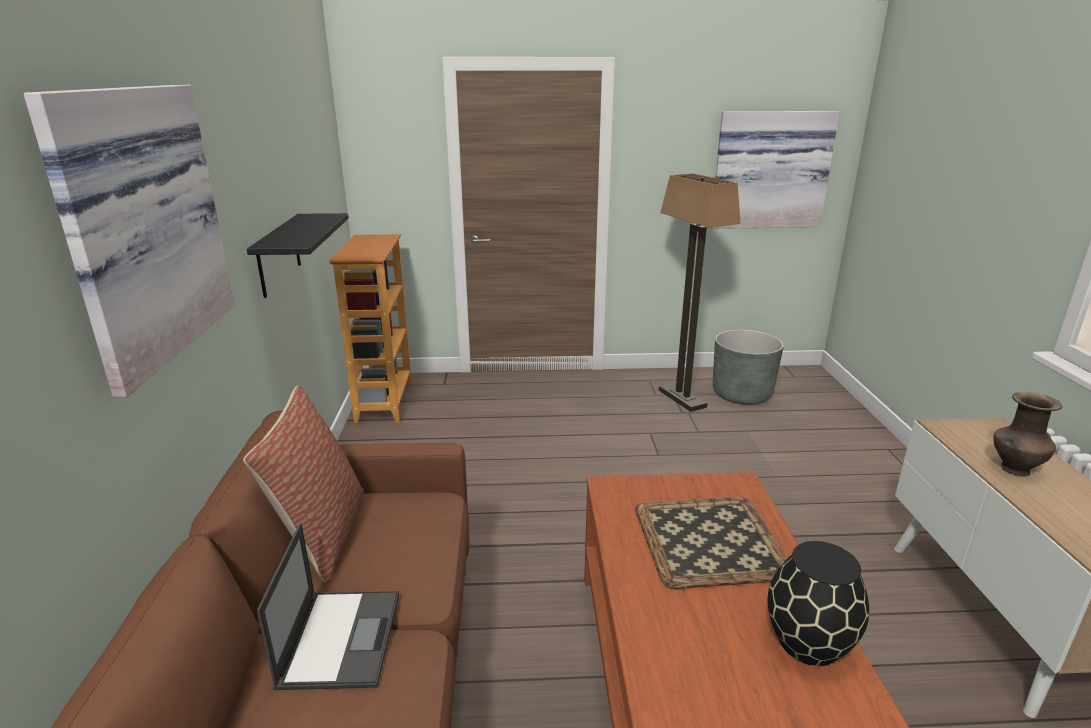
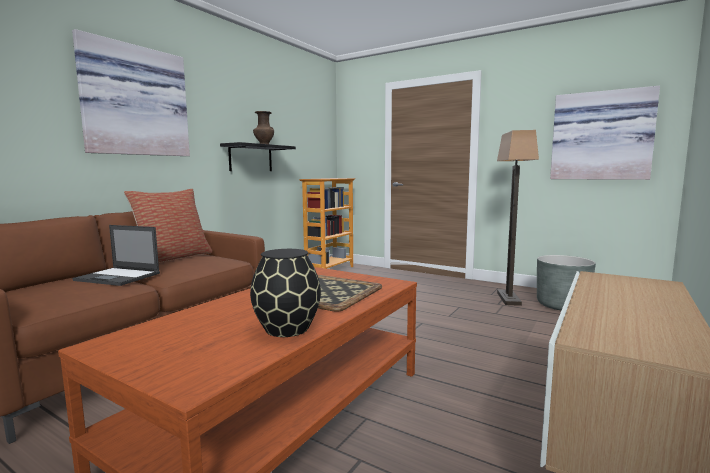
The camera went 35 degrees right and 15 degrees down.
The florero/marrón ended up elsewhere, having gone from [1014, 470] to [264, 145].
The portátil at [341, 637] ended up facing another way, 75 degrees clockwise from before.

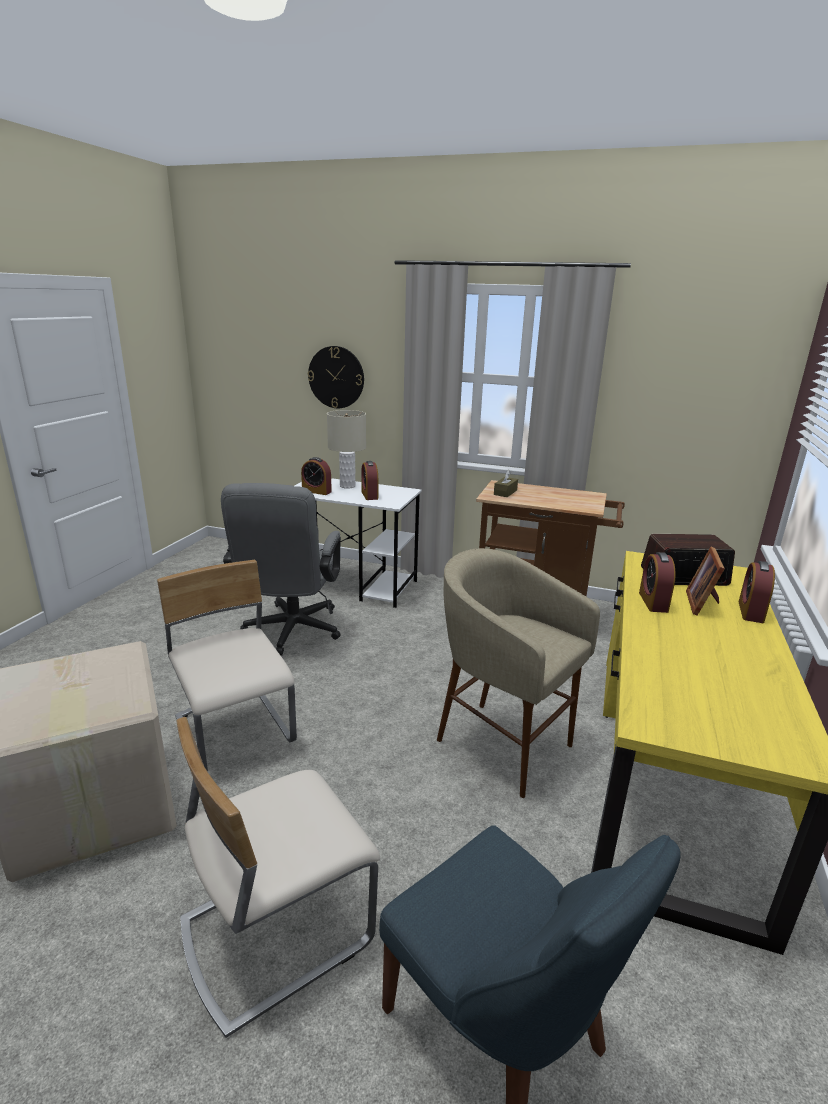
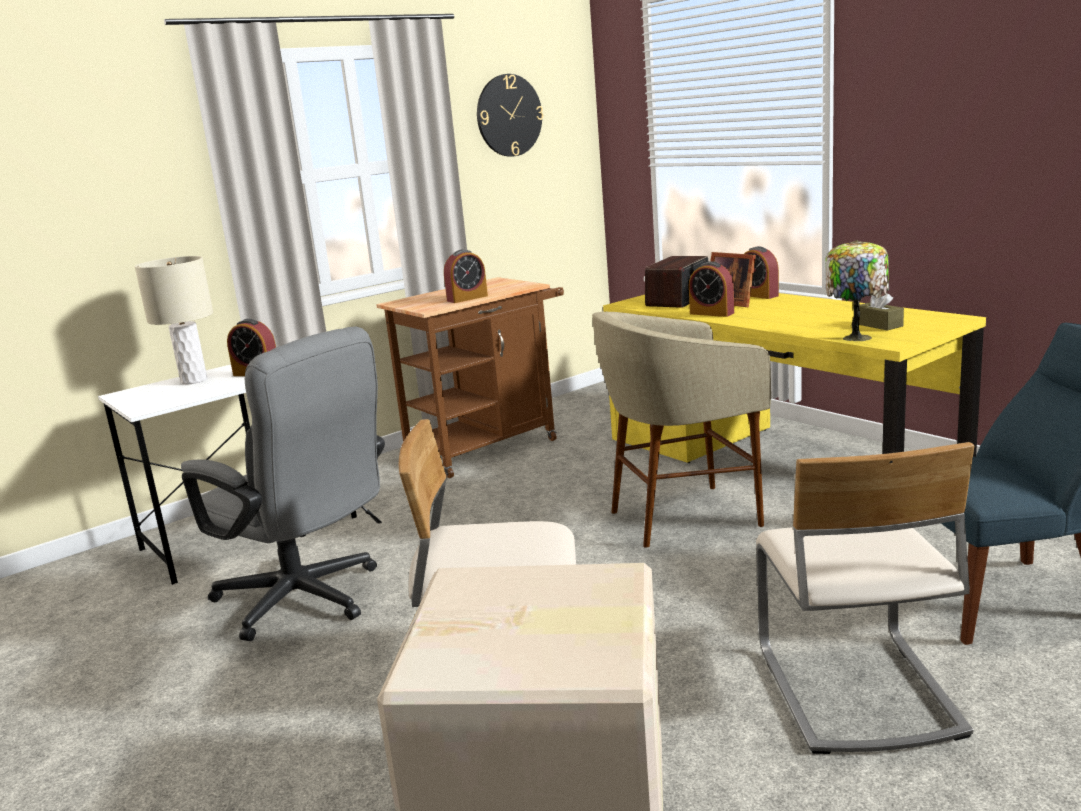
The camera went 55 degrees left and 5 degrees down.
The reloj de pared ended up elsewhere, having gone from [336, 377] to [509, 115].
The despertador ended up elsewhere, having gone from [316, 491] to [467, 298].
The caja de pañuelos/marrón ended up elsewhere, having gone from [505, 492] to [878, 325].
The second view gained the lámpara de mesa at [856, 337].

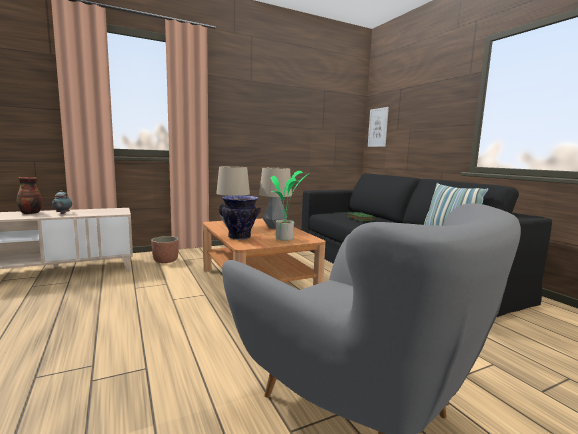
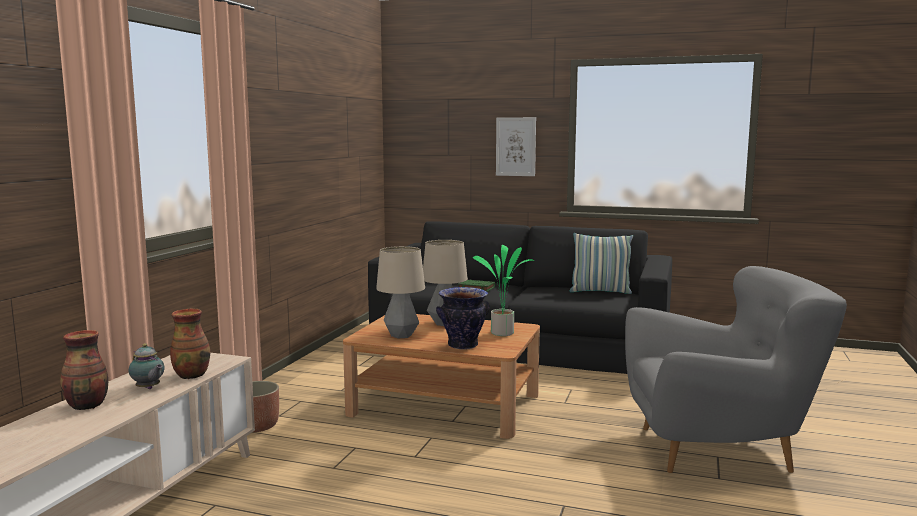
The camera went 45 degrees left and 0 degrees up.
The cuadro ended up elsewhere, having gone from [378, 127] to [515, 146].
The second view gained the florero at [191, 375].

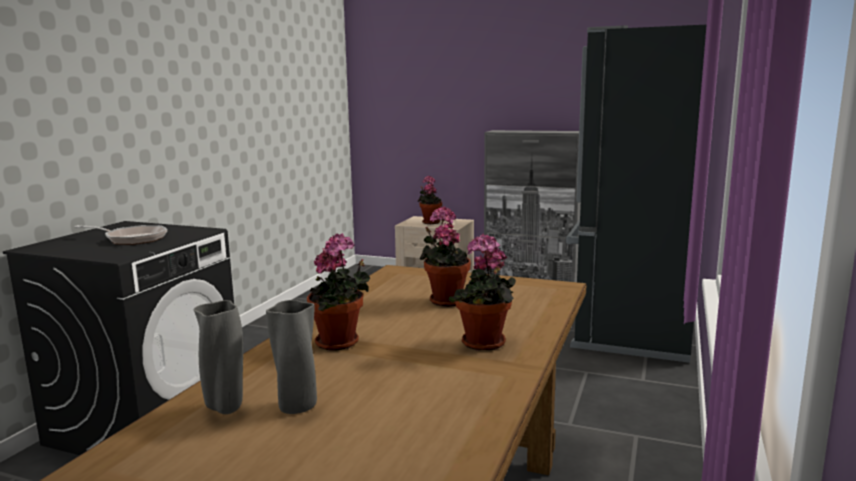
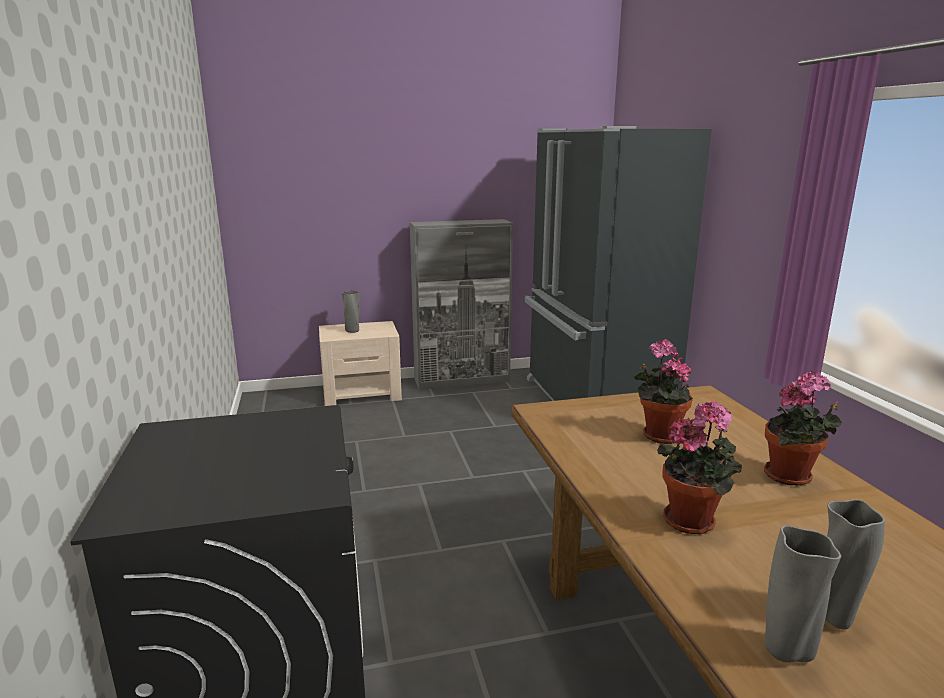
The camera went 35 degrees left and 5 degrees up.
Where the planta en maceta stood at [430, 222], the florero/gris came to stand at [353, 331].
The second view lost the sartén at [131, 239].

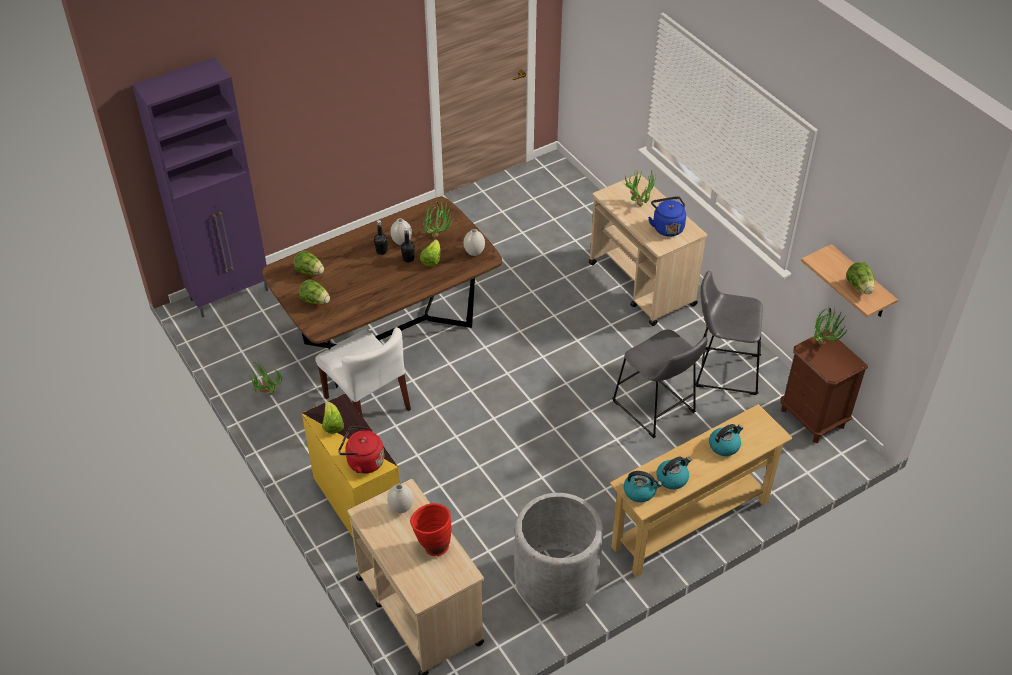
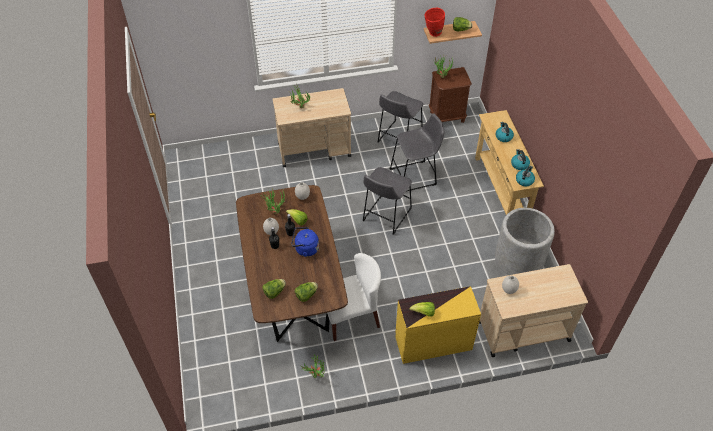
The camera went 70 degrees left and 5 degrees up.
The second view lost the armario/morado at [230, 295].
The hervidor/azul ended up elsewhere, having gone from [667, 227] to [305, 249].
The second view lost the hervidor/rojo at [363, 462].
The florero/rojo ended up elsewhere, having gone from [432, 545] to [433, 34].
The second view gained the taburete/gris at [385, 216].

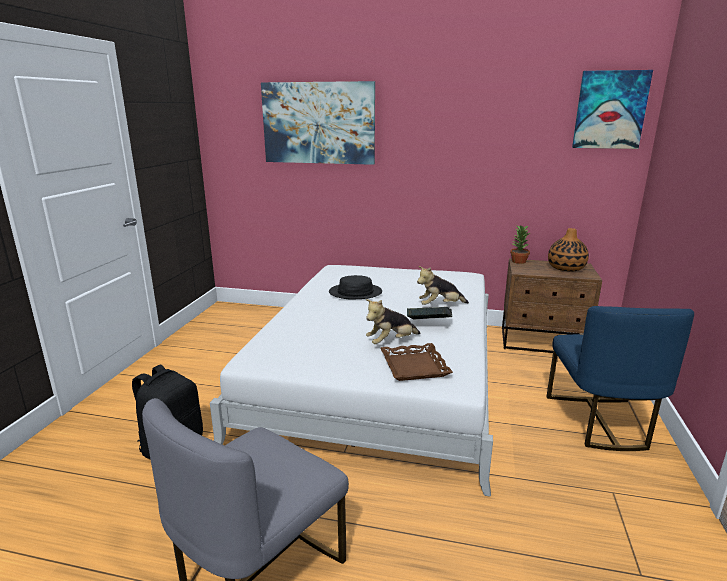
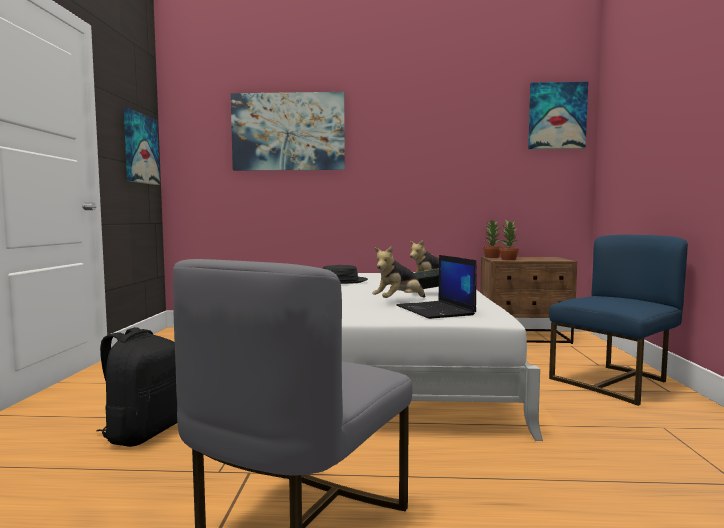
The camera went 10 degrees left and 15 degrees down.
The second view lost the florero at [566, 268].
The silla/azul at [600, 422] ended up facing another way, 120 degrees counterclockwise from before.
Where the bandeja/marrón stood at [415, 366], the portátil came to stand at [436, 310].
The second view gained the cuadro at [140, 149].
The second view gained the planta en maceta at [508, 259].

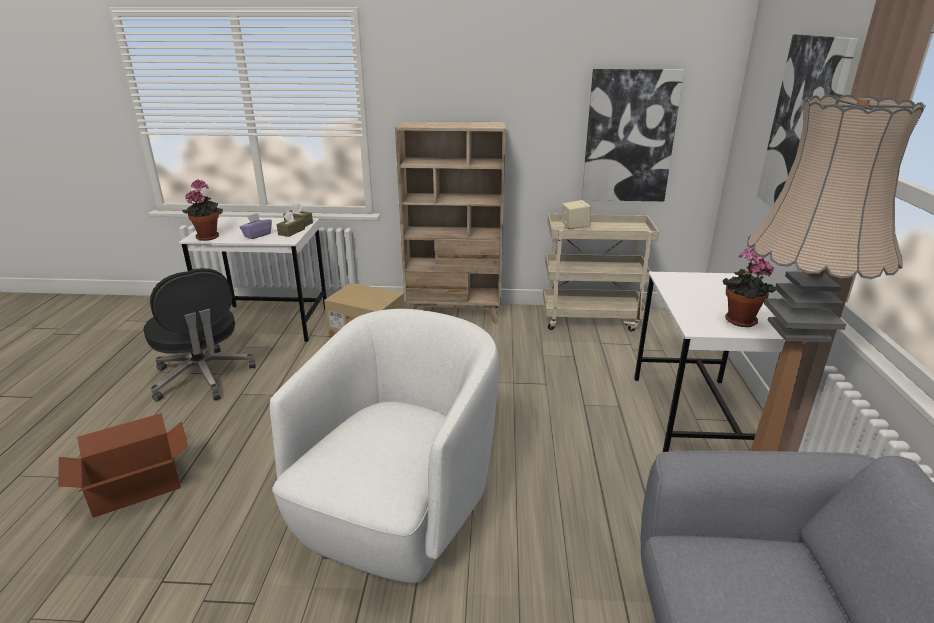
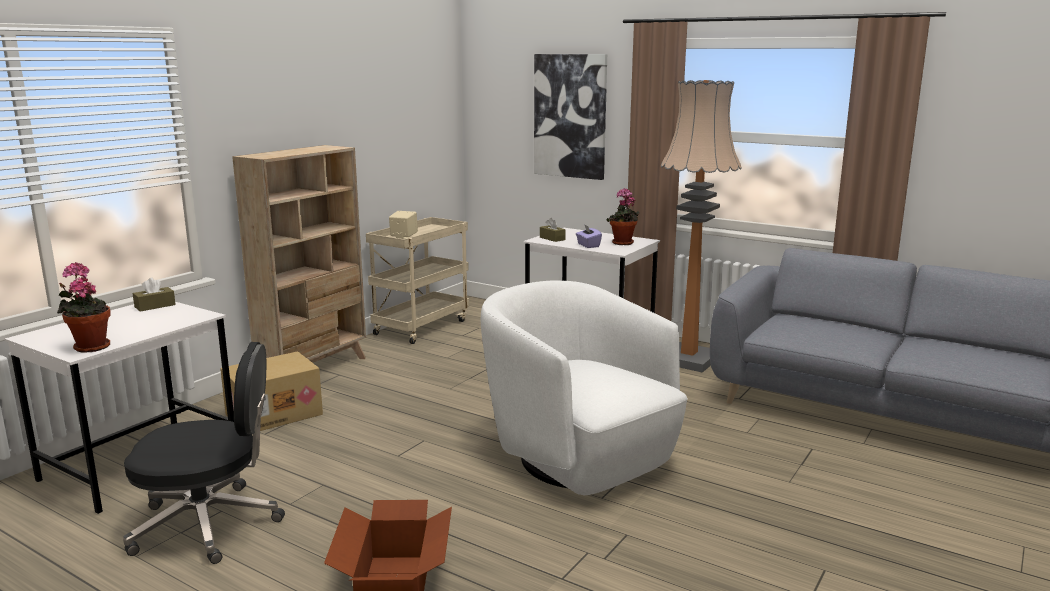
The camera went 60 degrees left and 10 degrees down.
The second view lost the cuadro at [629, 137].
The caja de pañuelos/marrón ended up elsewhere, having gone from [291, 232] to [552, 238].
The caja de pañuelos/morado ended up elsewhere, having gone from [257, 235] to [588, 245].

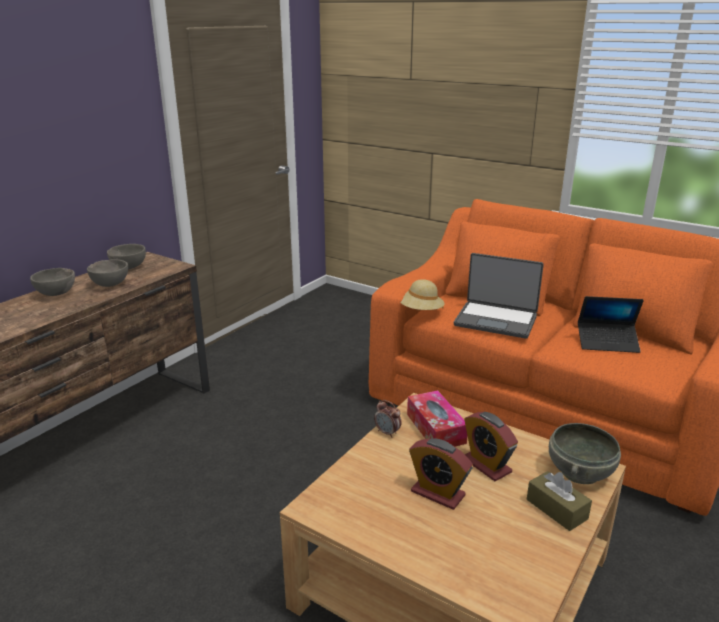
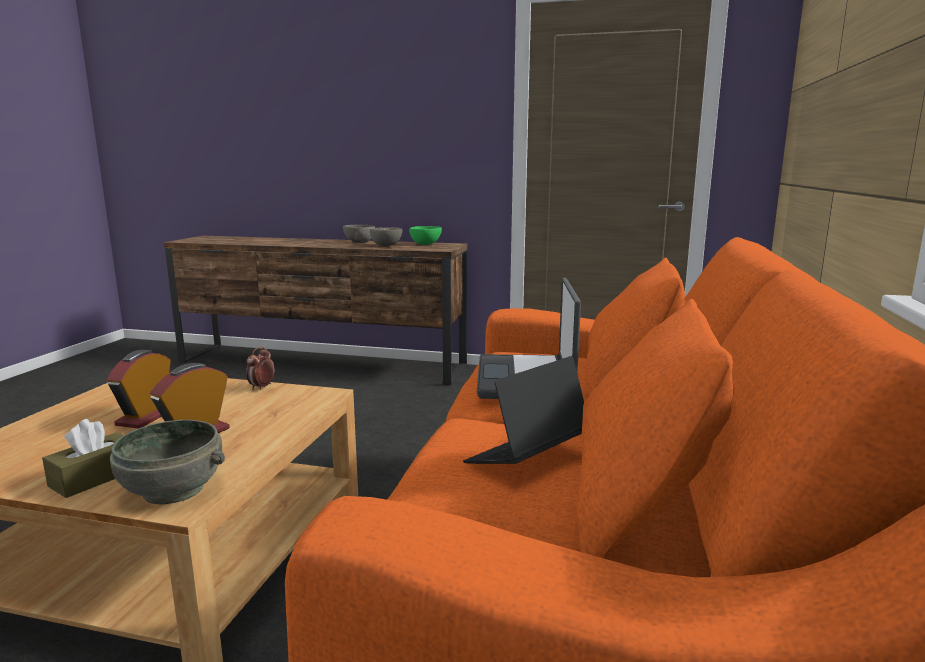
The camera went 70 degrees right and 10 degrees down.
What was the cuenco/gris at [128, 267] turned into the cuenco/verde at [425, 244].
The second view lost the sombrero/beis at [420, 311].
The portátil at [607, 342] ended up facing another way, 60 degrees clockwise from before.
The second view lost the caja de pañuelos at [435, 428].

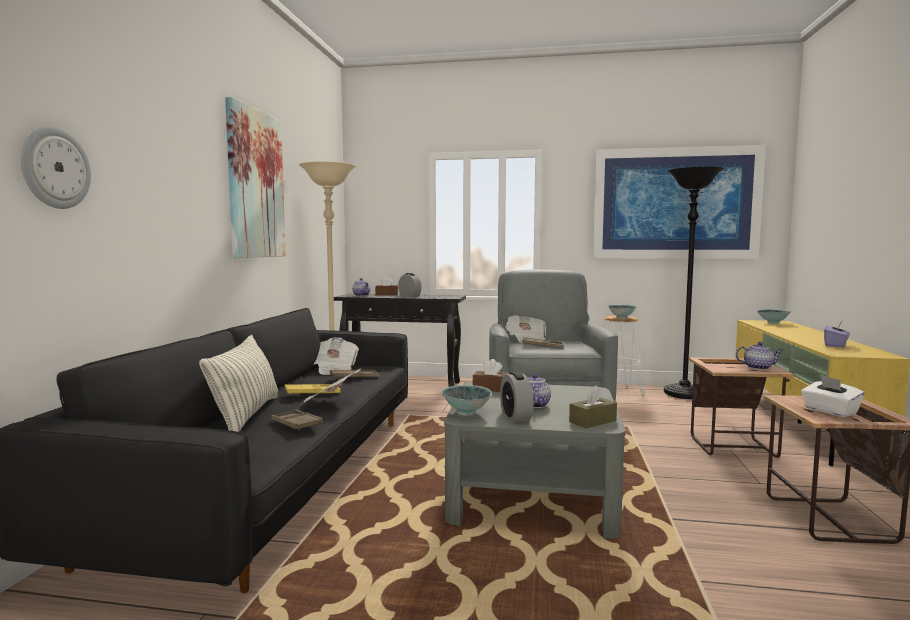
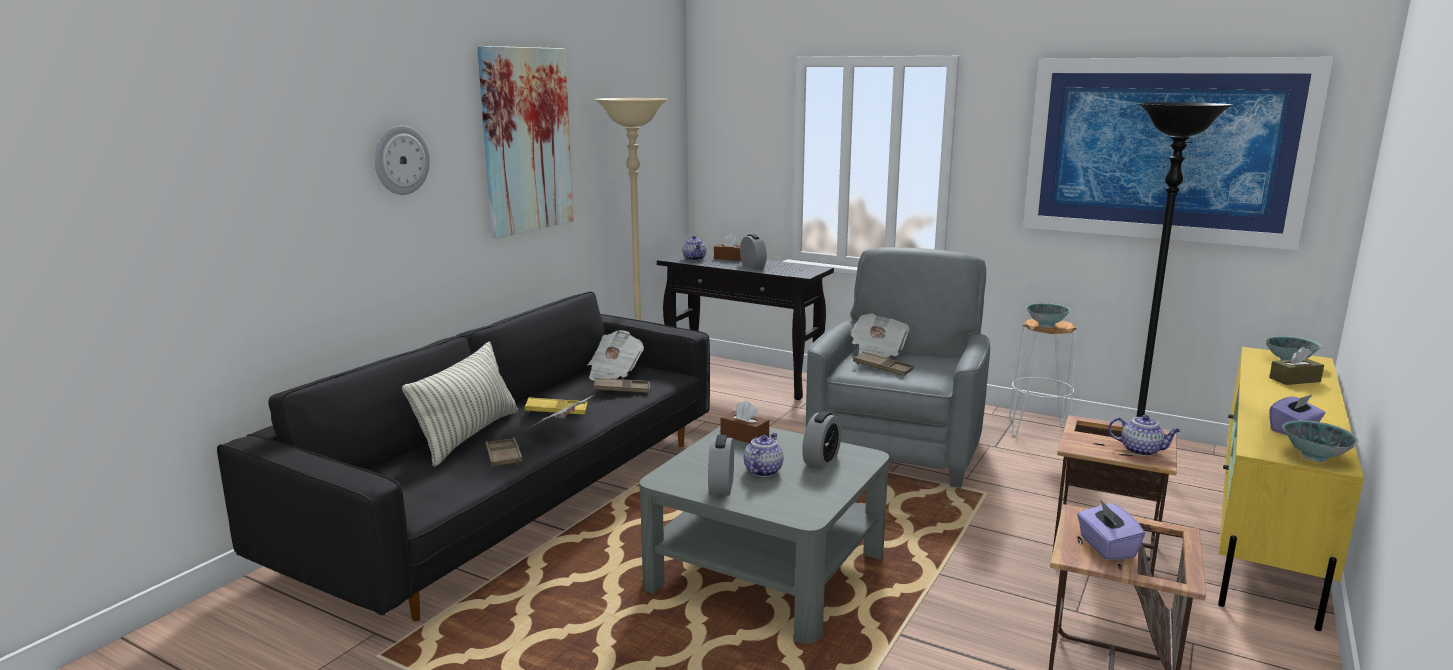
The camera went 20 degrees right and 10 degrees up.
The reloj de pared ended up elsewhere, having gone from [55, 168] to [401, 160].
What was the caja de pañuelos/blanco at [830, 411] turned into the caja de pañuelos/morado at [1106, 547].
The cuenco ended up elsewhere, having gone from [465, 413] to [1314, 457].
The caja de pañuelos/marrón ended up elsewhere, having gone from [592, 421] to [1294, 380].
The second view gained the despertador at [821, 460].

